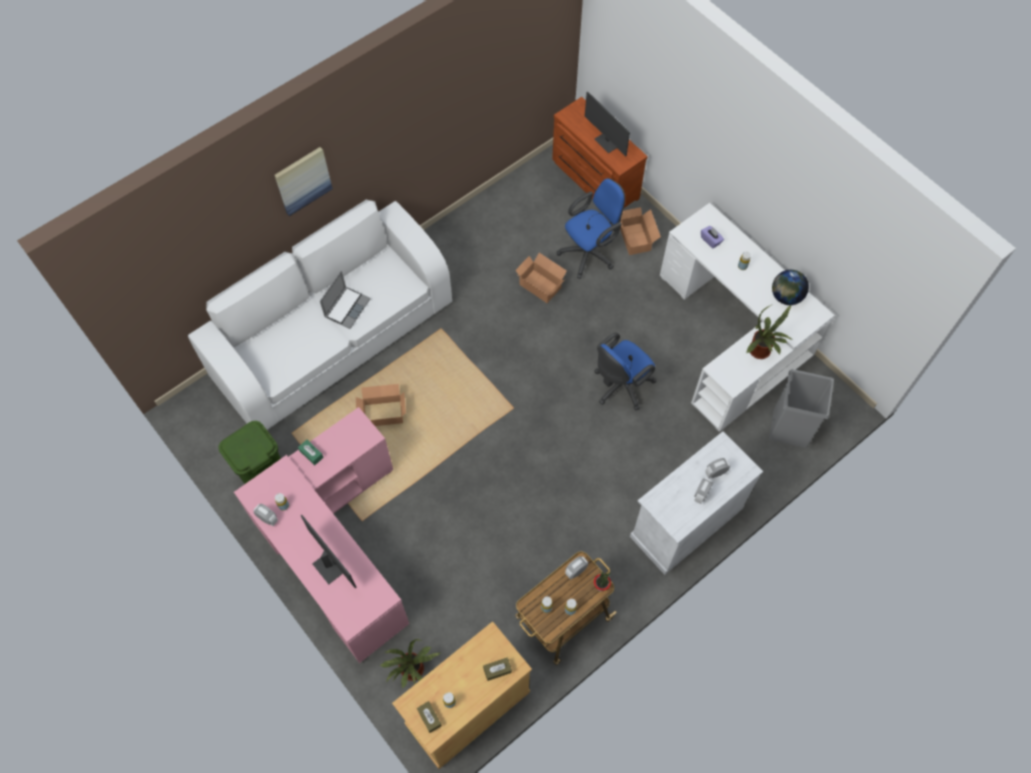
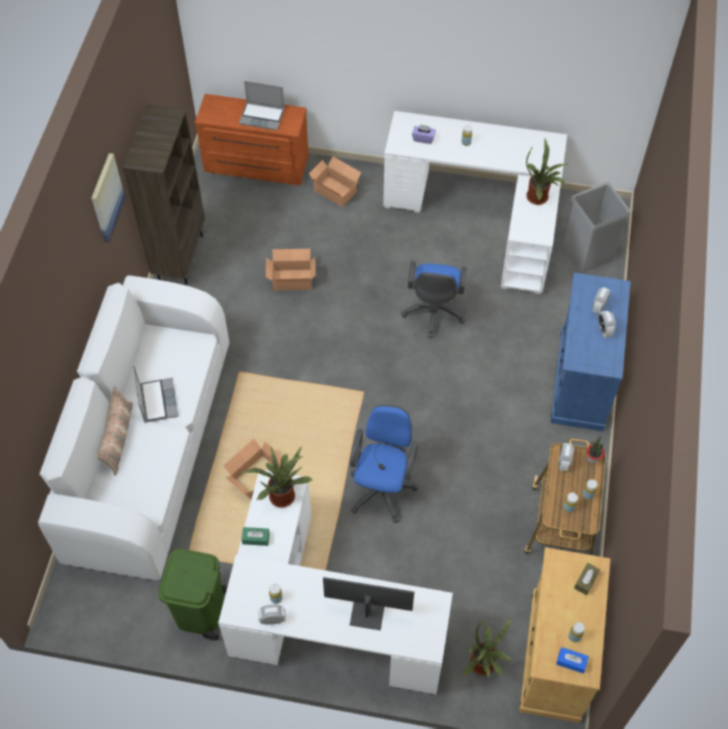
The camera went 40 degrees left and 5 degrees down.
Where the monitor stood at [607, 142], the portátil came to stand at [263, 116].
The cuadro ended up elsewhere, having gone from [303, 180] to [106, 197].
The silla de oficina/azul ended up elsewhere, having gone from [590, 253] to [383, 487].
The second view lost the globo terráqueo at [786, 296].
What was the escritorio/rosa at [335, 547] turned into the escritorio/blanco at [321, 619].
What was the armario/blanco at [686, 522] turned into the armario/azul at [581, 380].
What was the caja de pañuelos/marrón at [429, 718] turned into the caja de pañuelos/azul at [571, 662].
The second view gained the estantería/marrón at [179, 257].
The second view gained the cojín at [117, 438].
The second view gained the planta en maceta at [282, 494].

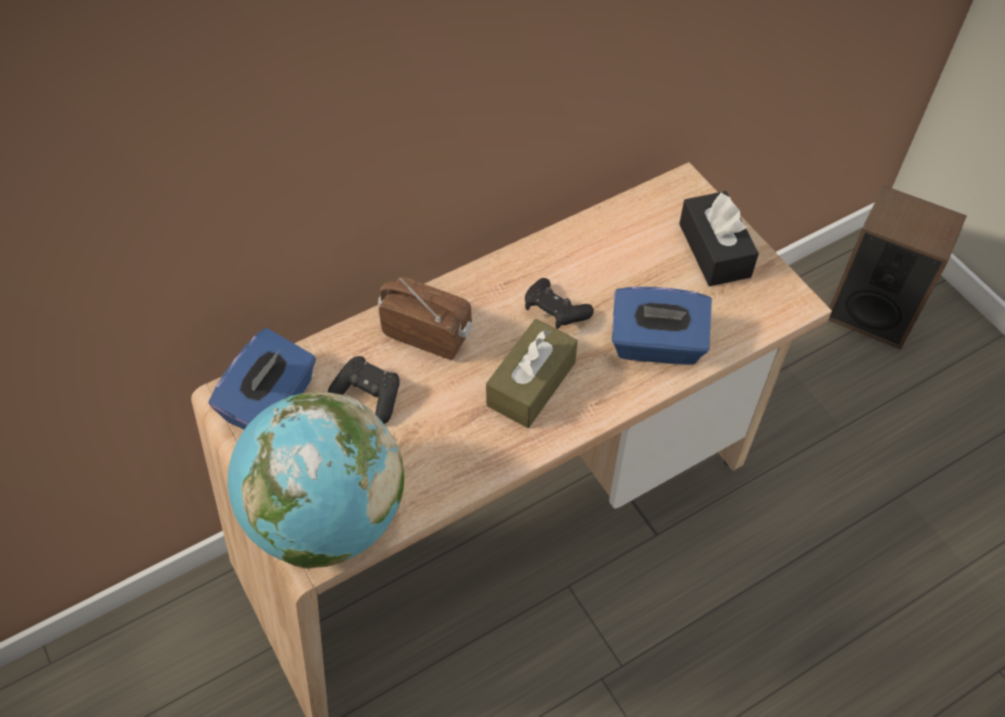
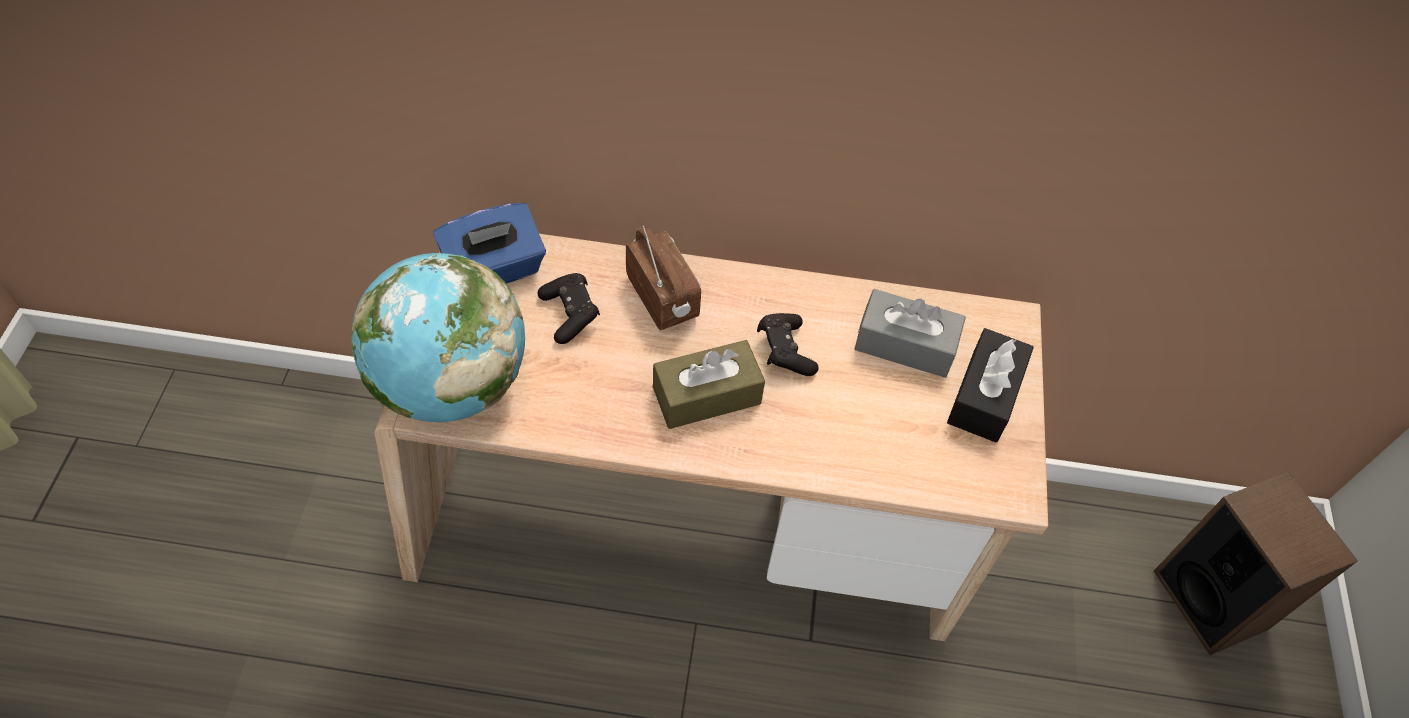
The camera went 35 degrees right and 0 degrees up.
The second view lost the caja de pañuelos/azul at [656, 345].
The second view gained the caja de pañuelos/gris at [905, 345].

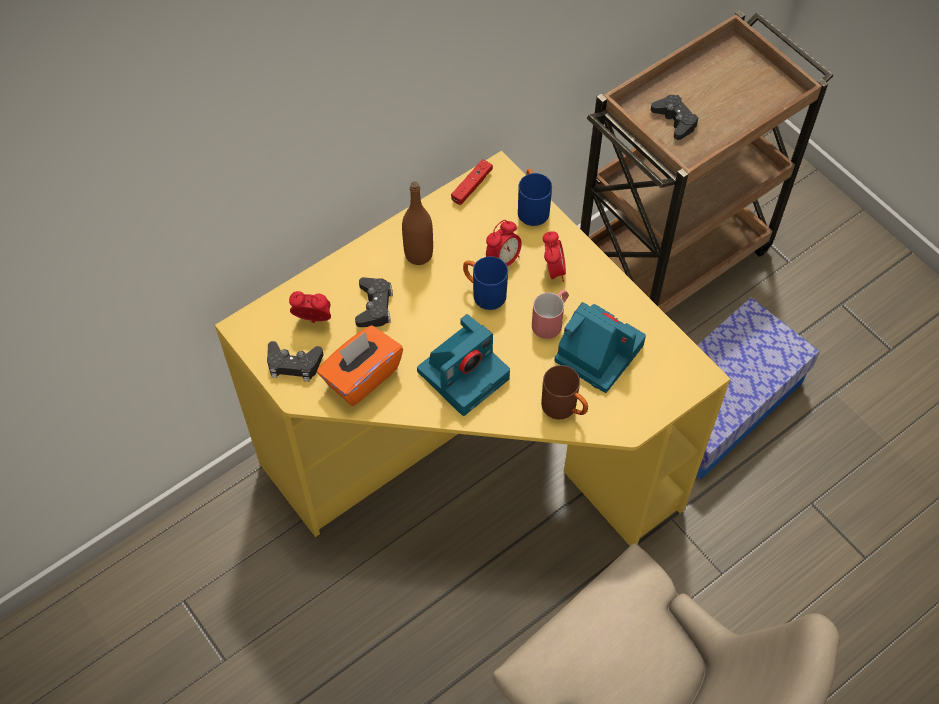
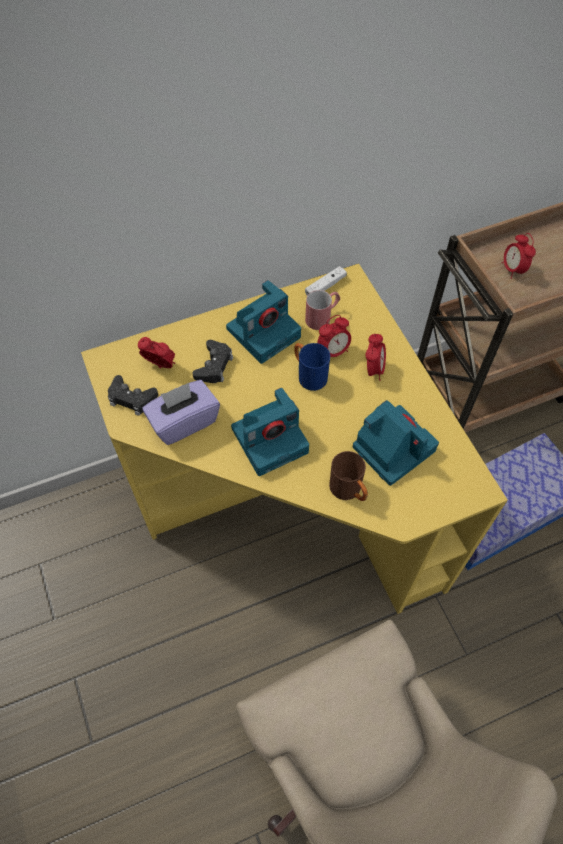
The camera went 15 degrees right and 0 degrees up.
Where the mando de consola/negro stood at [675, 120], the despertador came to stand at [512, 269].
What was the mando de consola/rojo at [471, 186] turned into the mando de consola/blanco at [325, 286].
The second view lost the taza grande/azul at [531, 208].
Where the botella/marrón stood at [418, 254], the cámara came to stand at [264, 331].
The taza grande/rojo ended up elsewhere, having gone from [551, 320] to [322, 317].
What was the caja de pañuelos/naranja at [361, 376] turned into the caja de pañuelos/morado at [184, 421].

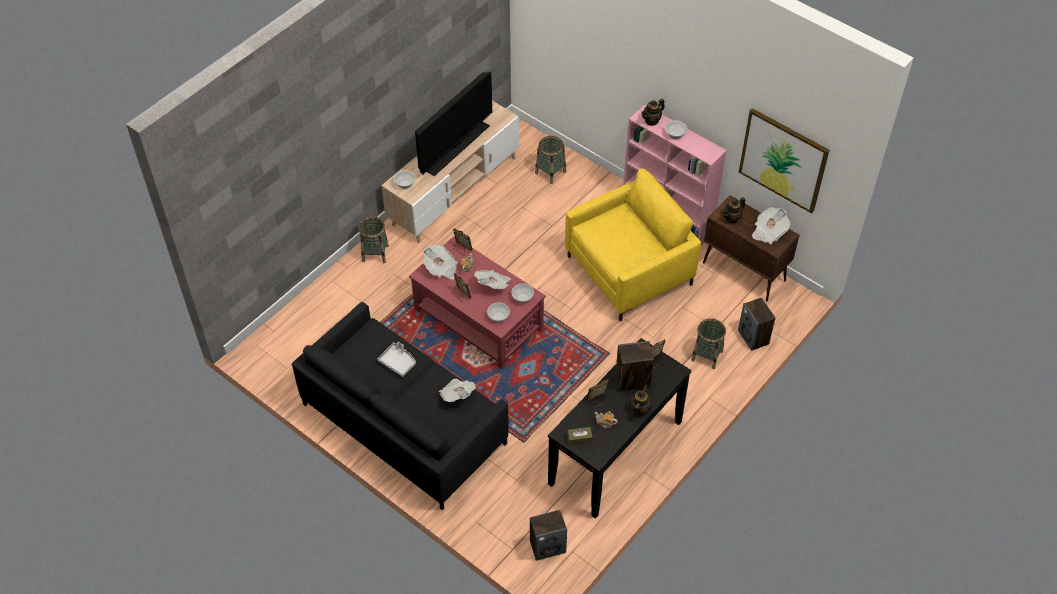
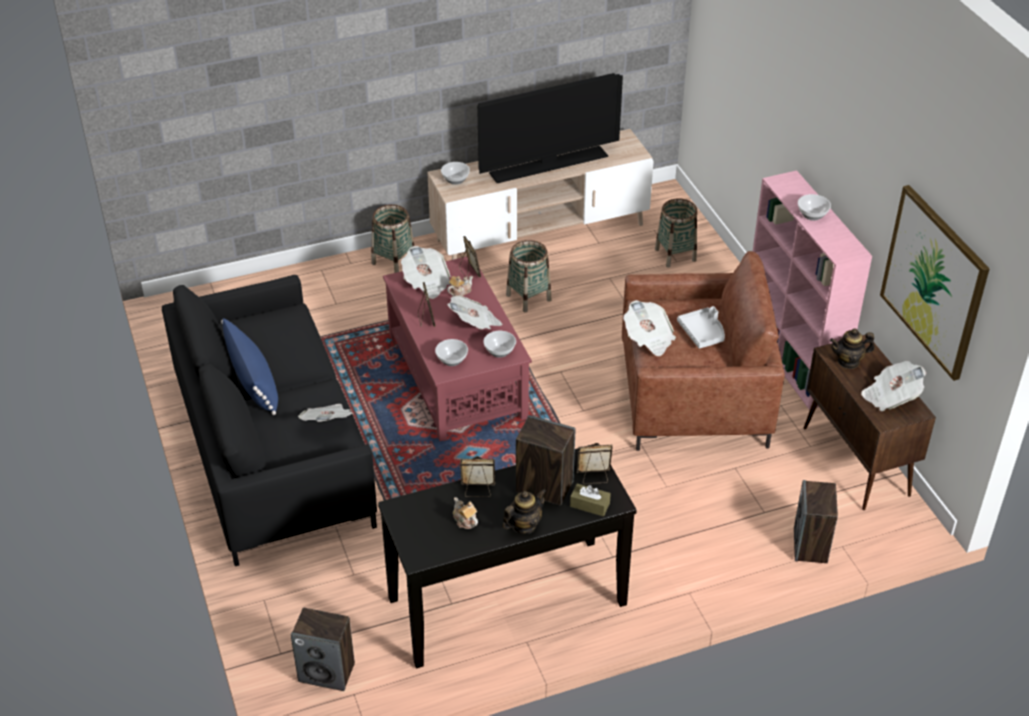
The camera went 30 degrees right and 10 degrees down.
The second view lost the tetera at [652, 120].
What was the sillón/amarillo at [629, 270] turned into the sillón/marrón at [694, 398].
The cesta ended up elsewhere, having gone from [707, 355] to [528, 297].
The bandeja/gris ended up elsewhere, having gone from [398, 362] to [702, 333].
The caja de pañuelos/marrón ended up elsewhere, having gone from [579, 438] to [590, 505].
The second view gained the periódico at [649, 339].
The second view gained the cojín/azul at [253, 382].

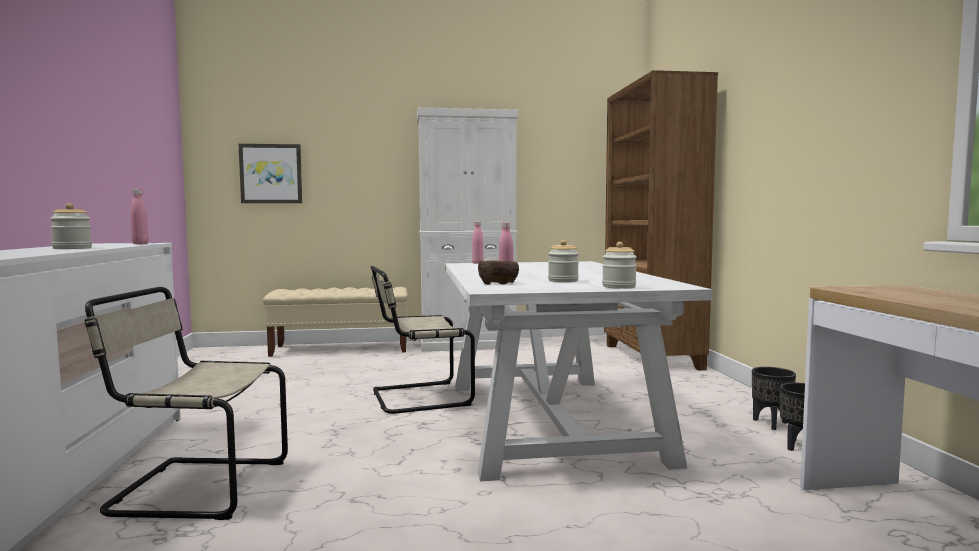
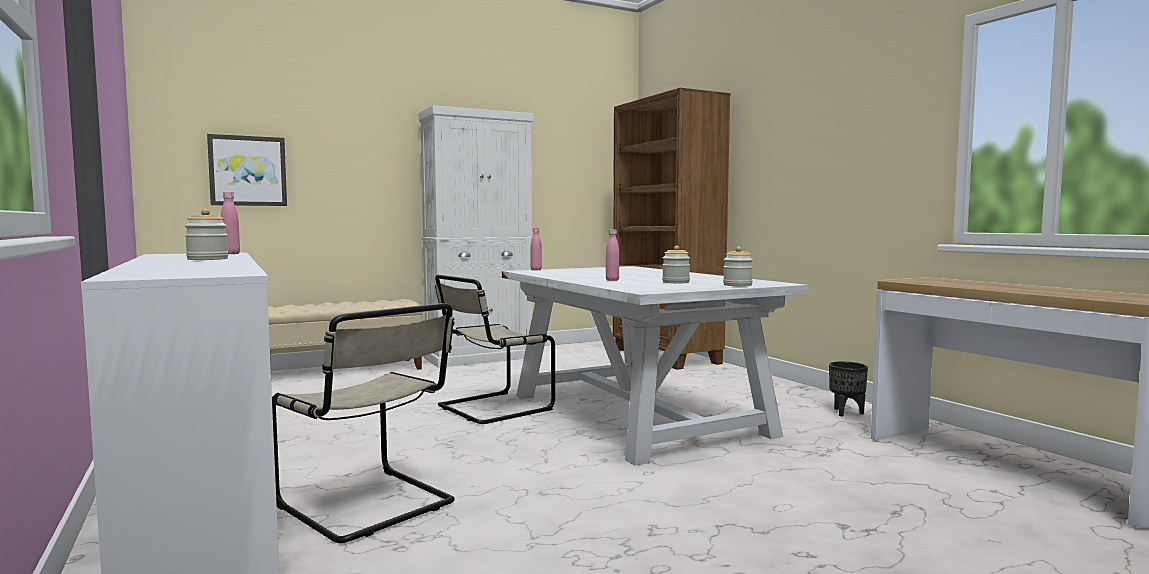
The camera went 20 degrees left and 0 degrees up.
The second view lost the cuenco/marrón at [498, 283].
The silla/beis at [194, 487] ended up facing another way, 120 degrees counterclockwise from before.
The second view lost the maceta/negro at [771, 424].

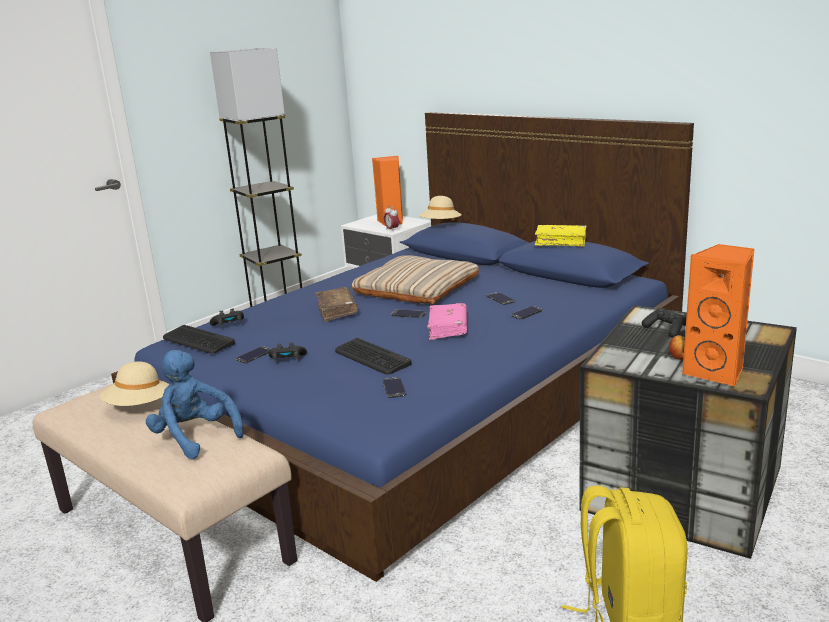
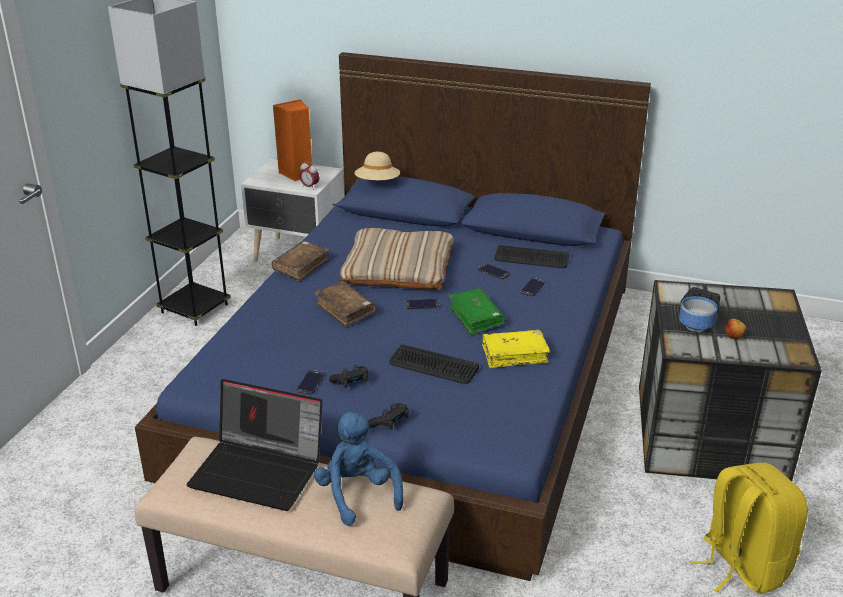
The camera went 25 degrees left and 10 degrees up.
The libro/amarillo ended up elsewhere, having gone from [560, 241] to [514, 355].
The second view lost the altavoz/naranja at [717, 372].
What was the libro/rosa at [448, 328] turned into the libro/verde at [475, 317].
The mando de consola/negro ended up elsewhere, having gone from [229, 325] to [390, 422].
The teclado ended up elsewhere, having gone from [197, 341] to [531, 258].
The peluche/azul at [195, 437] ended up facing another way, 45 degrees clockwise from before.
Where the sombrero/beis stood at [139, 407], the portátil came to stand at [260, 471].
The second view lost the móvil at [394, 388].
The second view gained the libro/marrón at [301, 266].
The second view gained the cuenco at [695, 325].

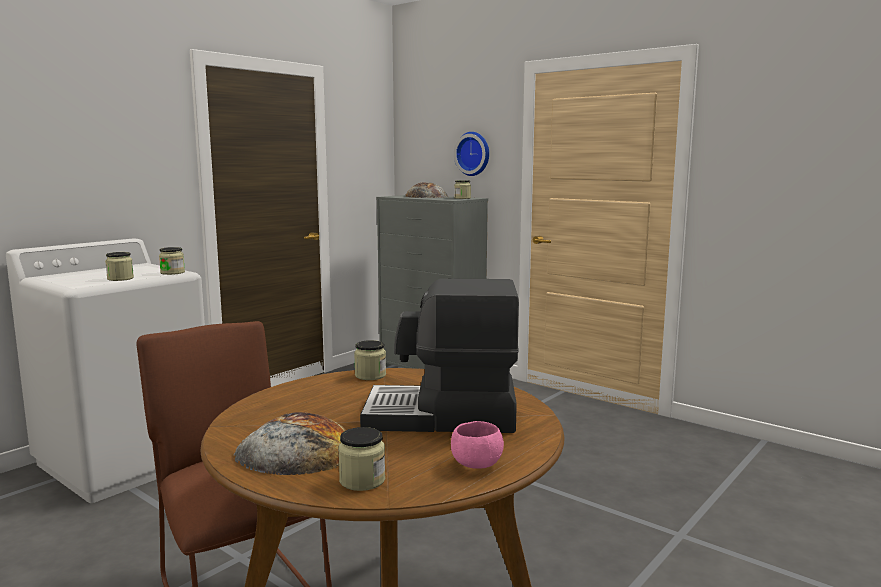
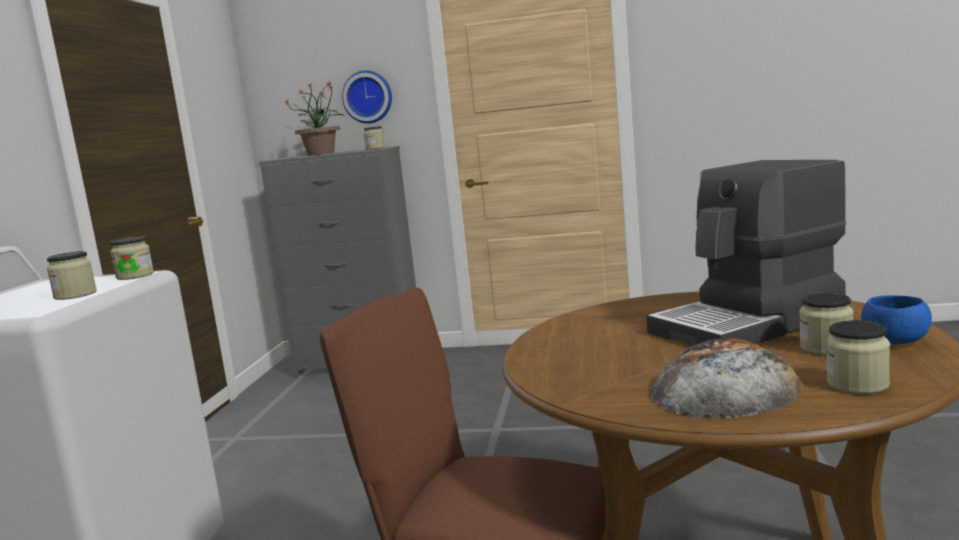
The camera went 30 degrees left and 0 degrees up.
Where the pan stood at [426, 196], the planta en maceta came to stand at [322, 154].
The tarro ended up elsewhere, having gone from [370, 375] to [826, 348].
What was the cuenco/rosa at [476, 464] turned into the cuenco/azul at [894, 341].

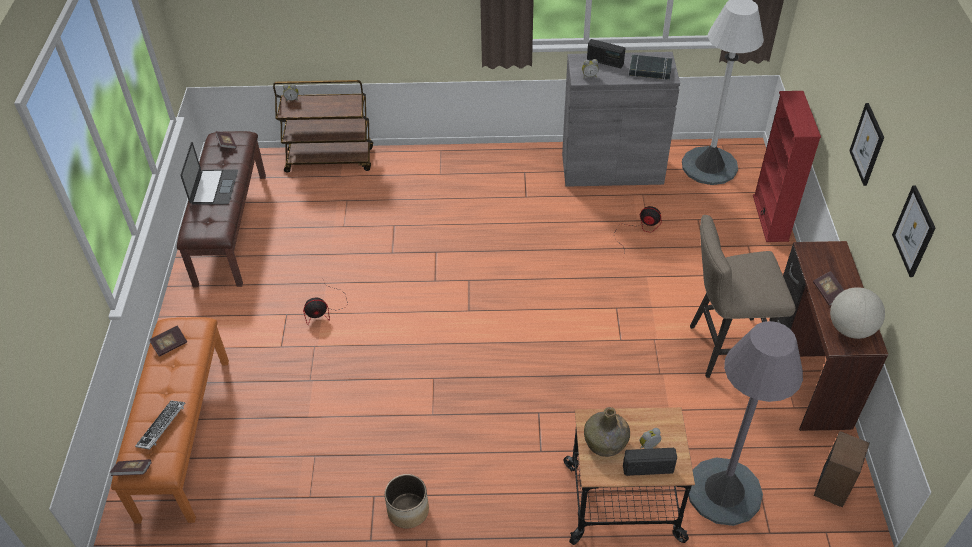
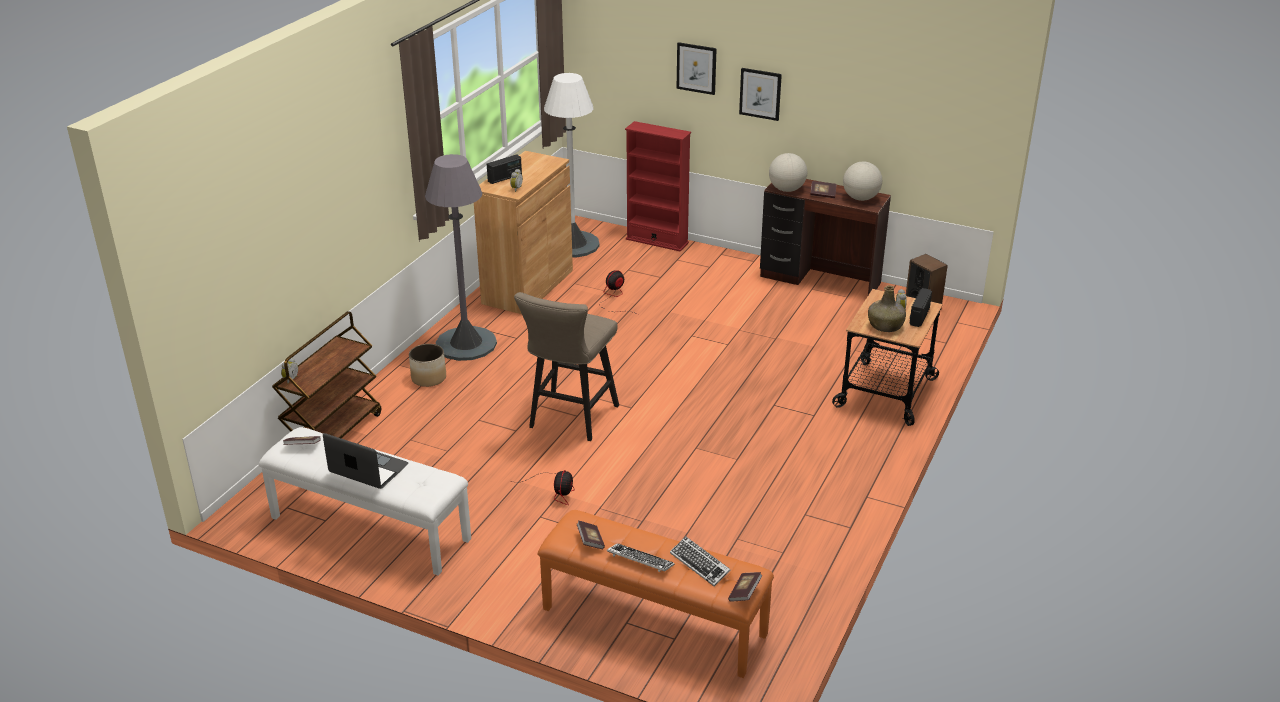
The camera went 65 degrees left and 15 degrees down.
What was the armario/gris at [612, 169] turned into the armario/marrón at [528, 287].
The second view lost the libro/negro at [650, 70].
What was the banco/marrón at [230, 228] turned into the banco/blanco at [369, 529].
The cuadro ended up elsewhere, having gone from [914, 231] to [696, 68].
The taburete/beis ended up elsewhere, having gone from [723, 349] to [570, 419].
The lámpara de pie/gris ended up elsewhere, having gone from [724, 491] to [466, 344].
The maceta ended up elsewhere, having gone from [408, 511] to [429, 378].
The second view gained the globo terráqueo at [786, 189].
The second view gained the teclado at [640, 561].

